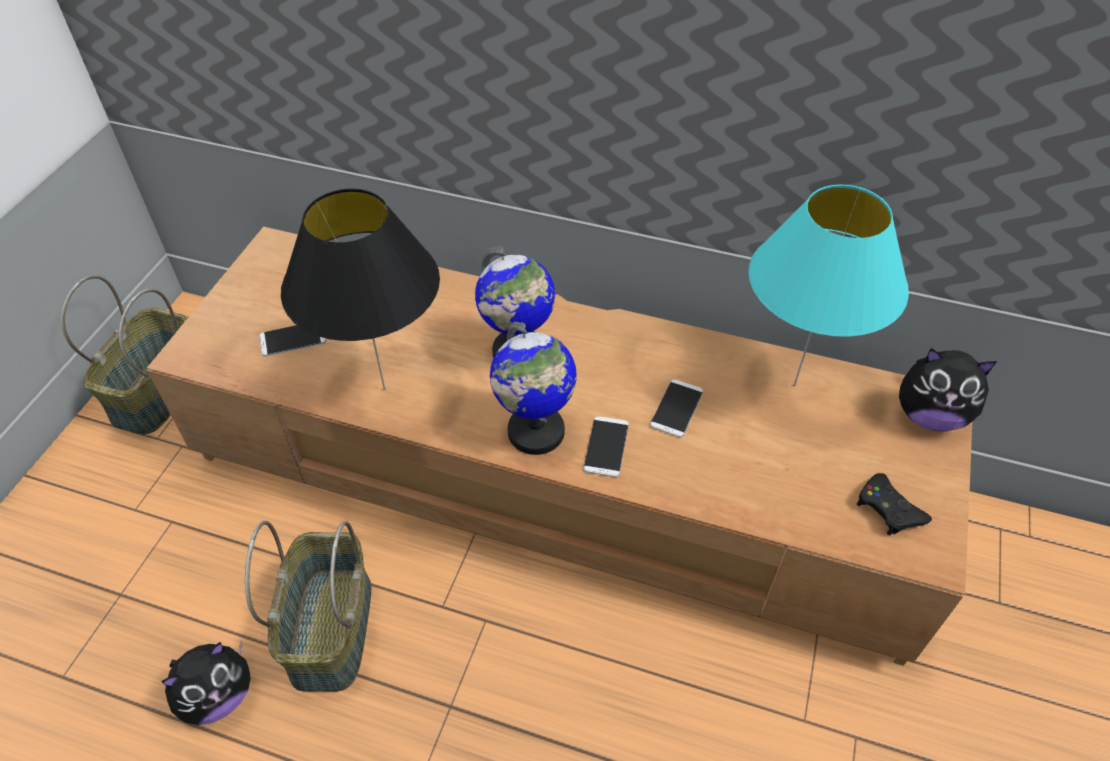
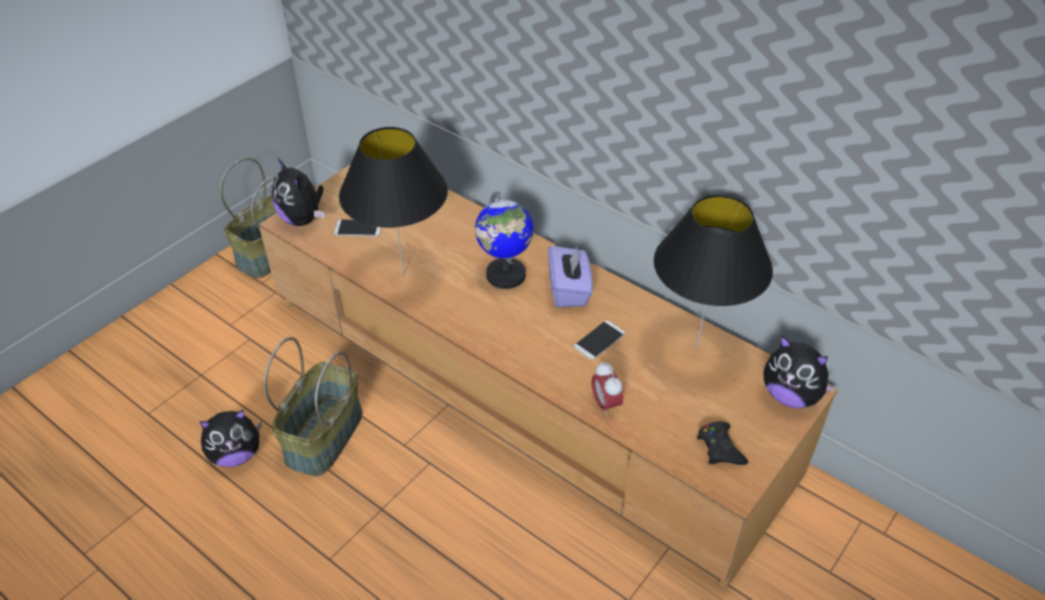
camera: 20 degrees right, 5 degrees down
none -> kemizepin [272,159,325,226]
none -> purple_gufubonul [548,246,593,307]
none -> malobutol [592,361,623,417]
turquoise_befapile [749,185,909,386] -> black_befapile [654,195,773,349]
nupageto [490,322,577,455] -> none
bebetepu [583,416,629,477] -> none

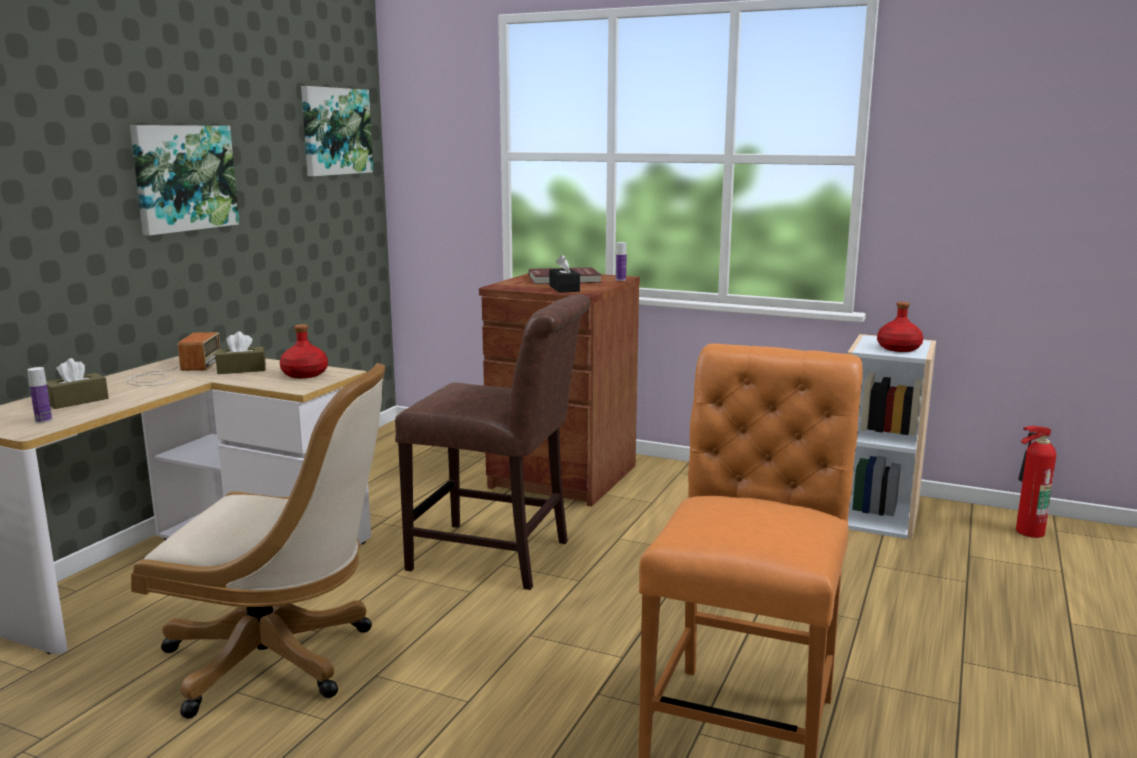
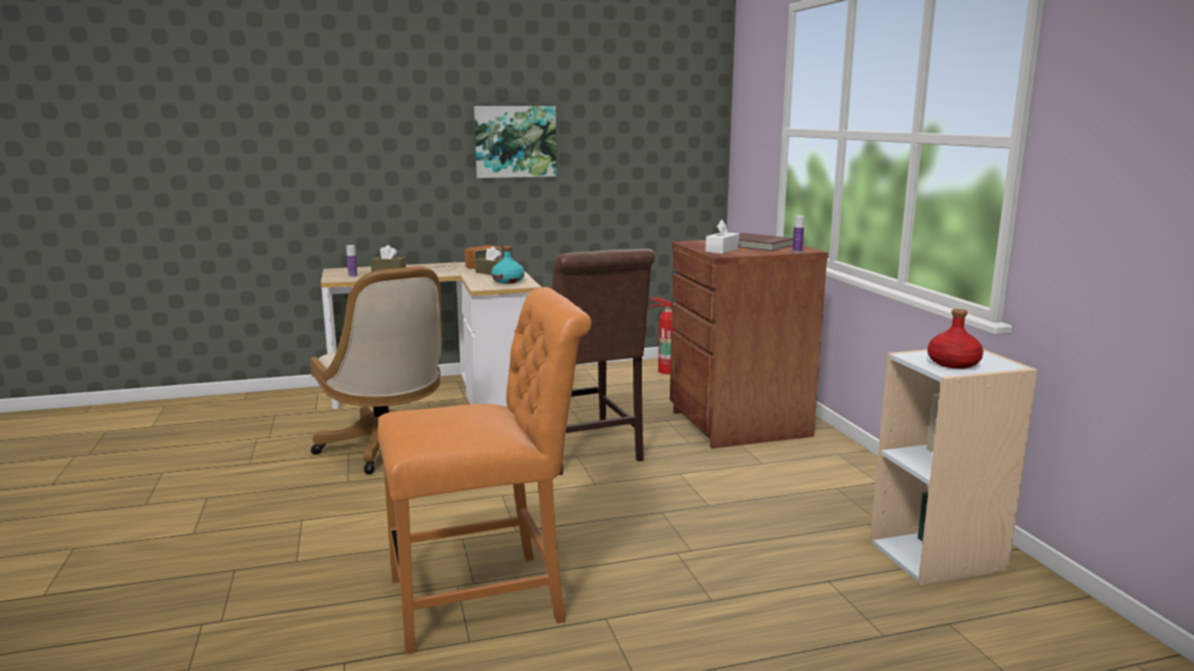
camera: 50 degrees right, 0 degrees up
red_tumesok [280,324,328,378] -> turquoise_tumesok [491,246,524,284]
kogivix [1016,426,1057,538] -> kogivix [649,297,675,374], relocated
black_gufubonul [549,255,580,293] -> white_gufubonul [706,220,739,254]
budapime [301,86,373,176] -> none

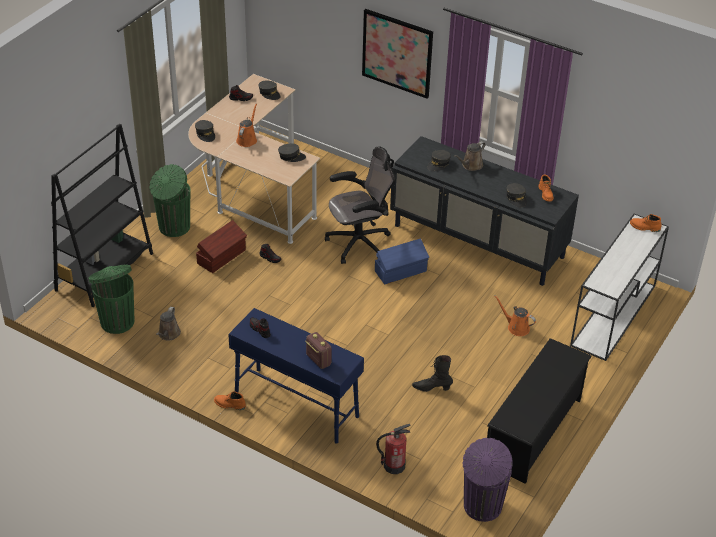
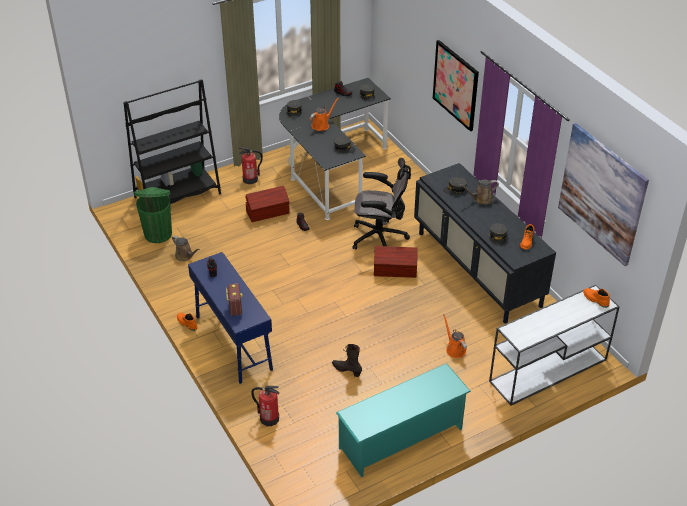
camera: 30 degrees right, 0 degrees up
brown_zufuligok [156,307,181,341] -> brown_zufuligok [172,235,200,261], 90 degrees counterclockwise
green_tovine [149,164,191,237] -> kogivix [238,147,263,184]
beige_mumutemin [188,74,320,244] -> black_mumutemin [279,78,391,220]
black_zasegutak [487,338,592,484] -> turquoise_zasegutak [336,363,471,477]
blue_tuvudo [375,238,429,284] -> brown_tuvudo [374,246,418,278]
none -> budapime [558,123,649,266]
purple_tovine [463,438,513,522] -> none

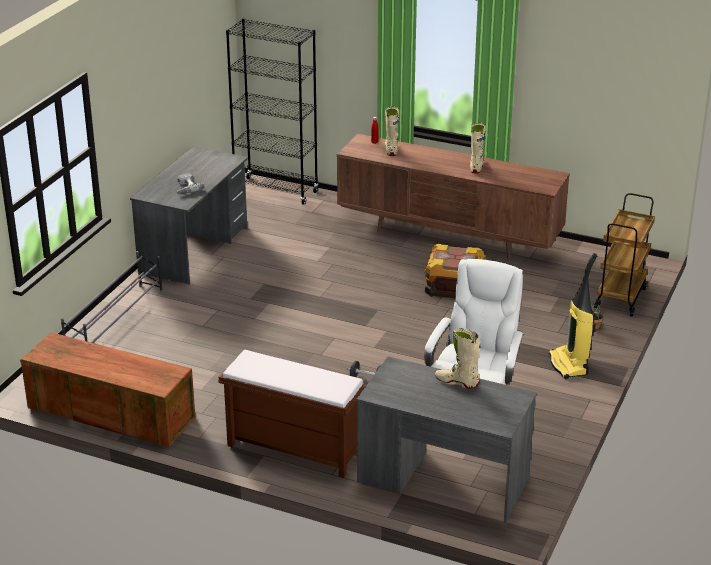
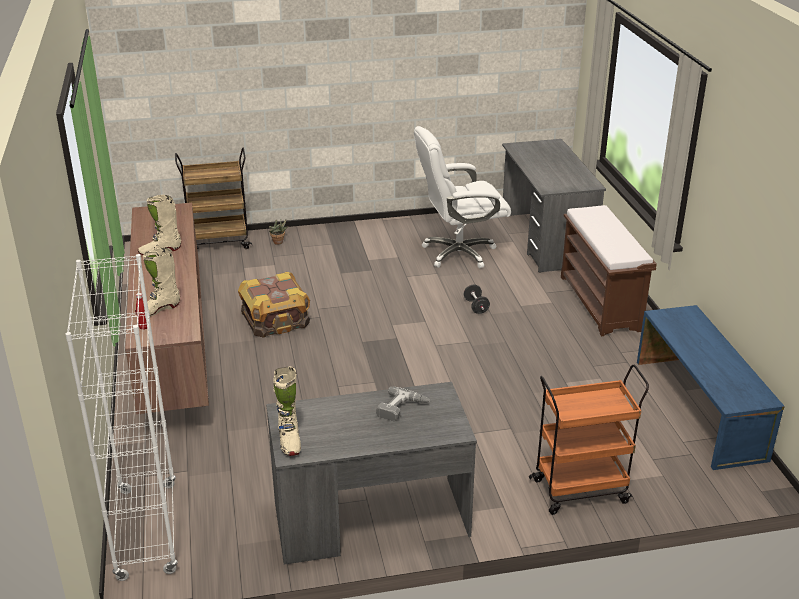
camera: 125 degrees left, 0 degrees up
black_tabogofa [226,18,318,205] -> white_tabogofa [66,254,178,581]
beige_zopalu [435,328,481,389] -> beige_zopalu [273,367,301,456], relocated
grey_zasegutak [61,251,163,343] -> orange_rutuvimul [529,365,649,515]
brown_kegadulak [20,332,195,448] -> blue_kegadulak [637,305,785,470]
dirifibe [549,253,598,379] -> none

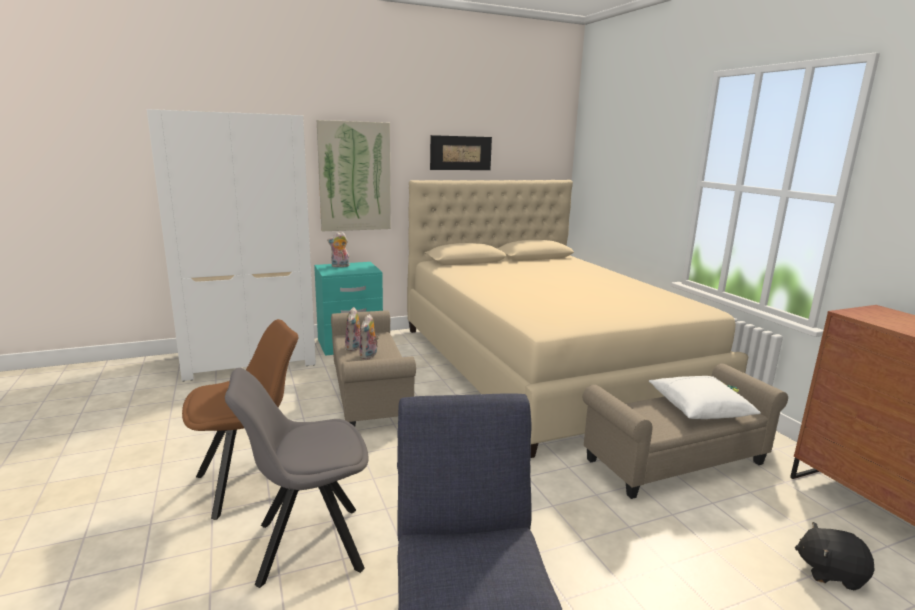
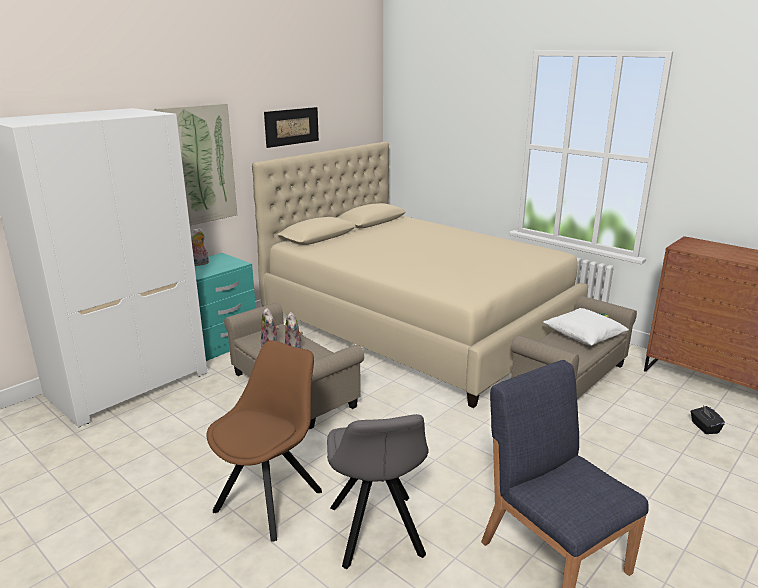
camera: 25 degrees left, 5 degrees up
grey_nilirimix [225,368,368,588] -> grey_nilirimix [327,414,429,569], 60 degrees counterclockwise
black_kemizepin [795,522,875,590] -> black_gufubonul [690,406,725,434]

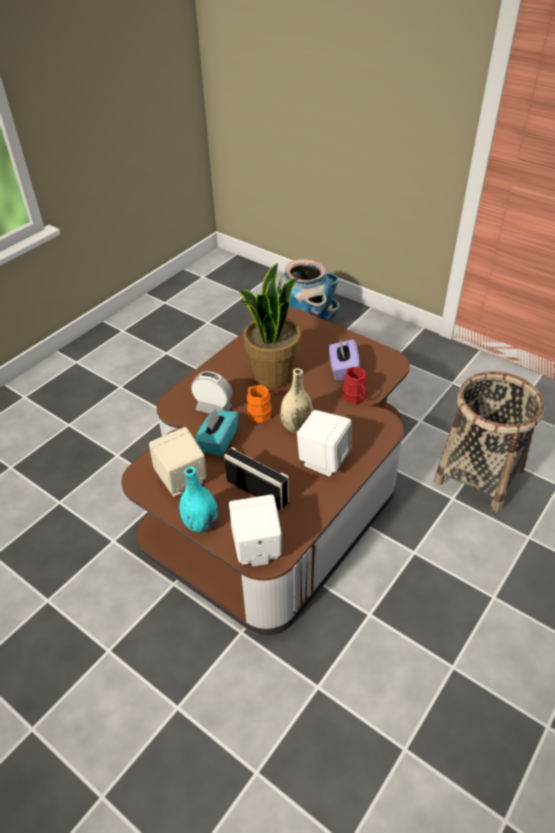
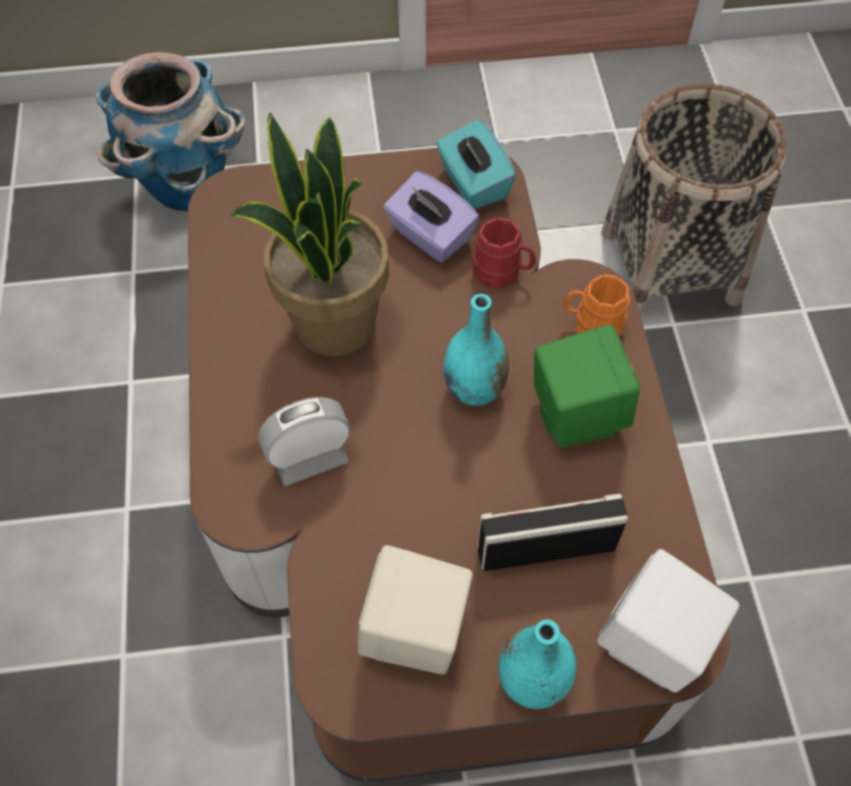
camera: 45 degrees left, 15 degrees up
turquoise_gufubonul [195,408,239,457] -> turquoise_gufubonul [436,119,516,209], relocated
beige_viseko [280,368,313,433] -> turquoise_viseko [443,294,509,406]
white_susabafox [297,410,352,477] -> green_susabafox [534,325,640,447]
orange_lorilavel [247,385,272,423] -> orange_lorilavel [563,274,630,337], relocated

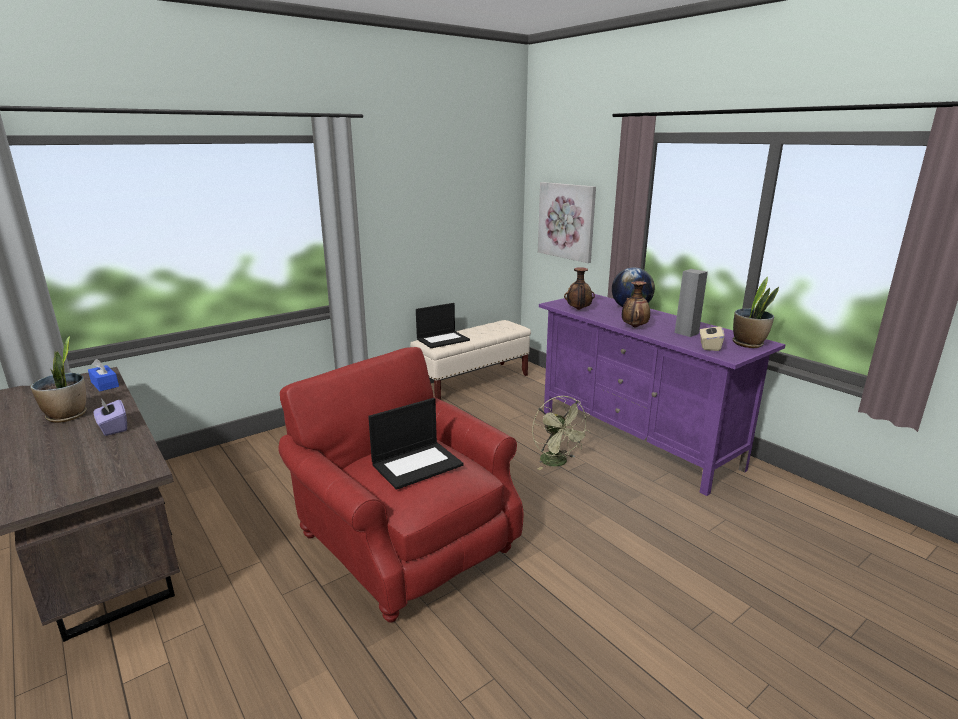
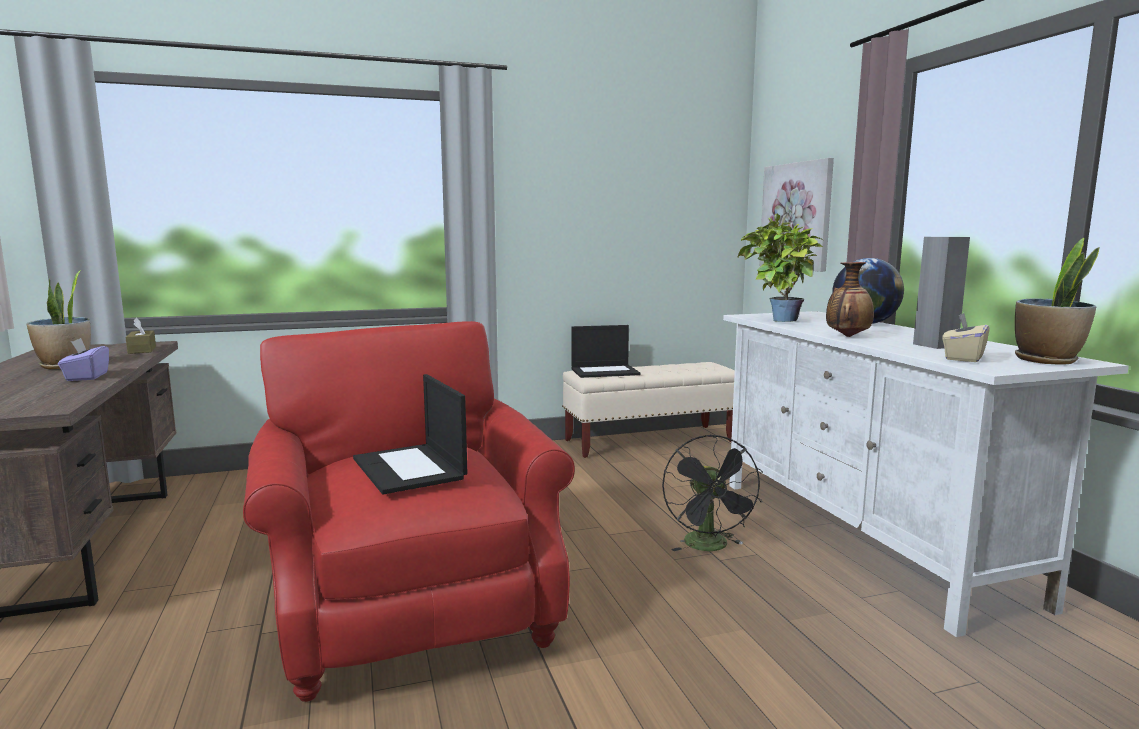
camera: 20 degrees right, 10 degrees down
blue_gufubonul [88,359,119,391] -> brown_gufubonul [126,317,156,354]
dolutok [368,398,464,490] -> dolutok [353,374,467,494], 75 degrees clockwise
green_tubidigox [532,396,591,470] -> black_tubidigox [662,435,763,551]
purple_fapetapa [539,293,786,496] -> white_fapetapa [723,311,1129,637]
viseko [564,267,595,310] -> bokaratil [738,214,823,322]

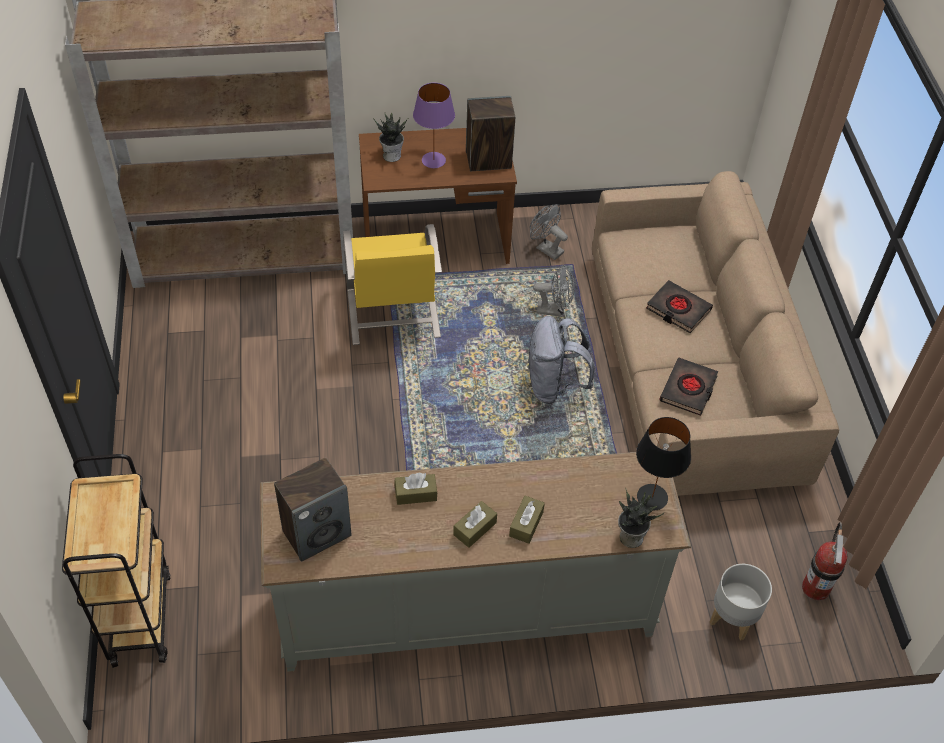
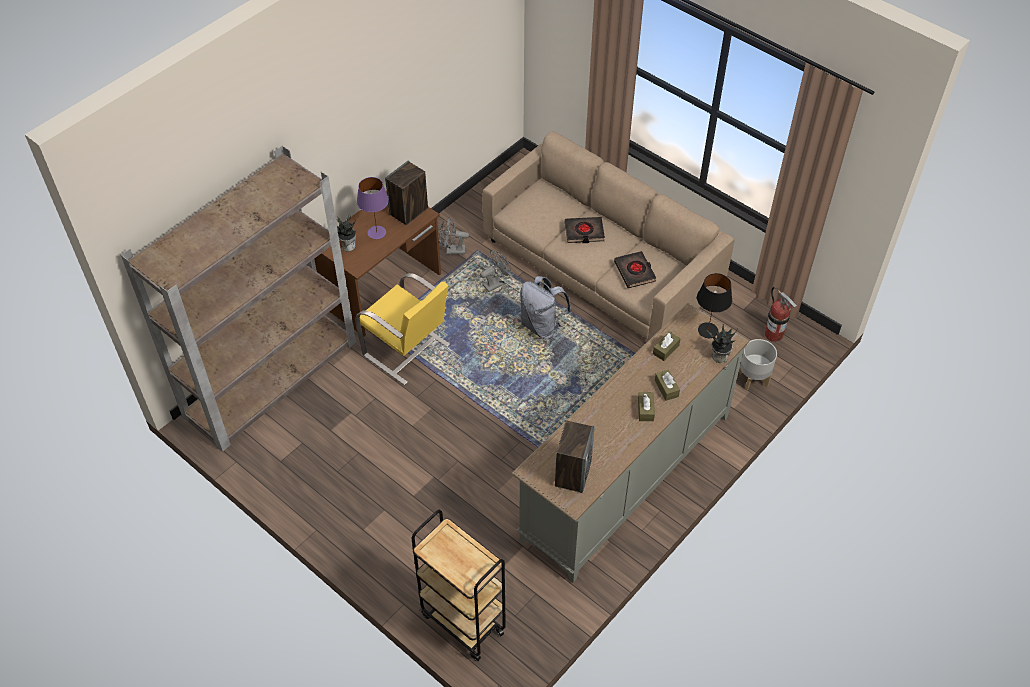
camera: 40 degrees left, 0 degrees up
brown_gufubonul [394,473,437,505] -> brown_gufubonul [653,332,680,361], relocated

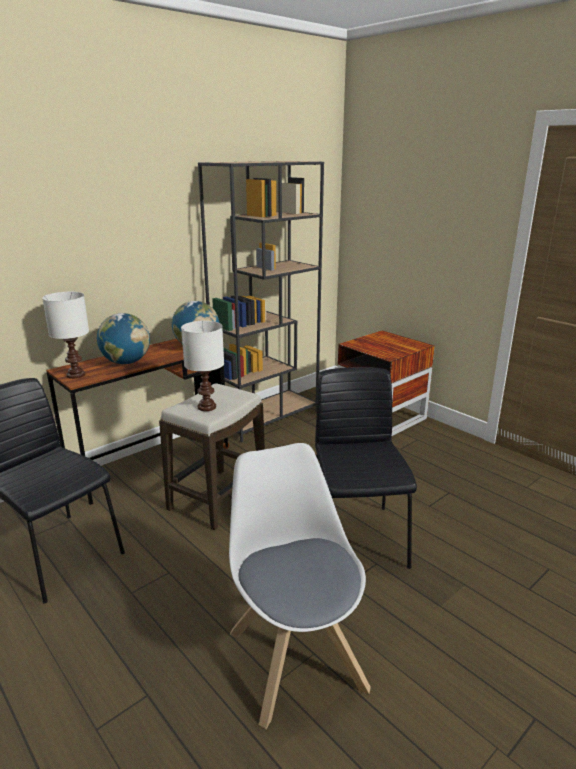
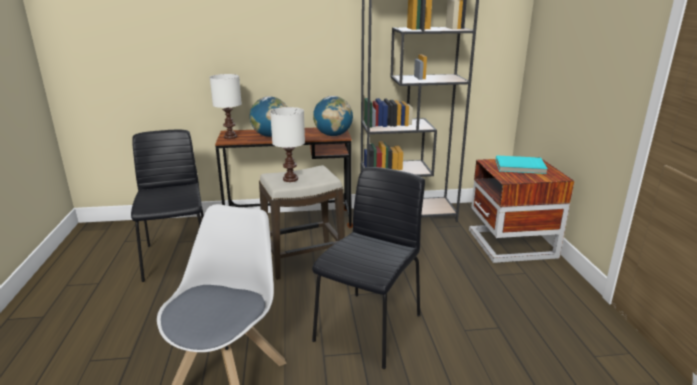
camera: 35 degrees right, 0 degrees up
none -> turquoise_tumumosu [496,155,548,174]

